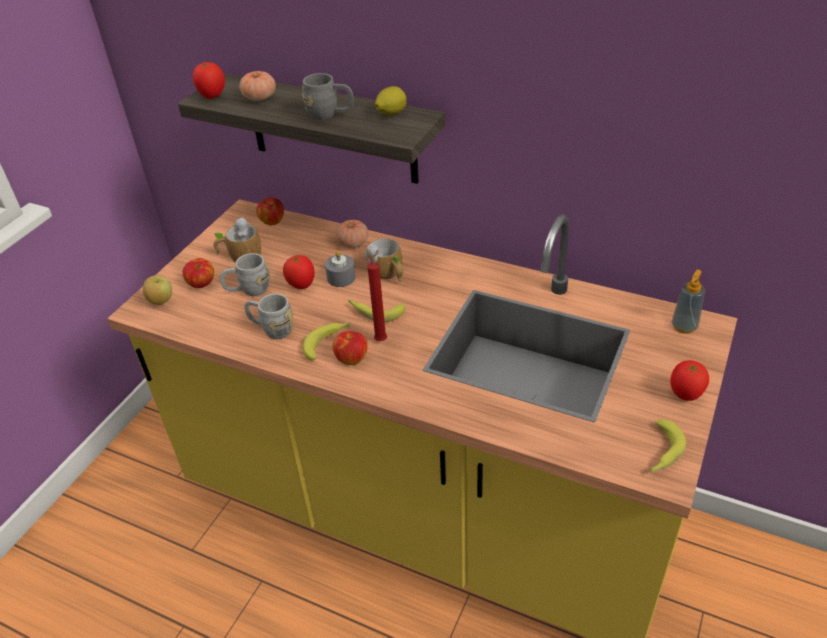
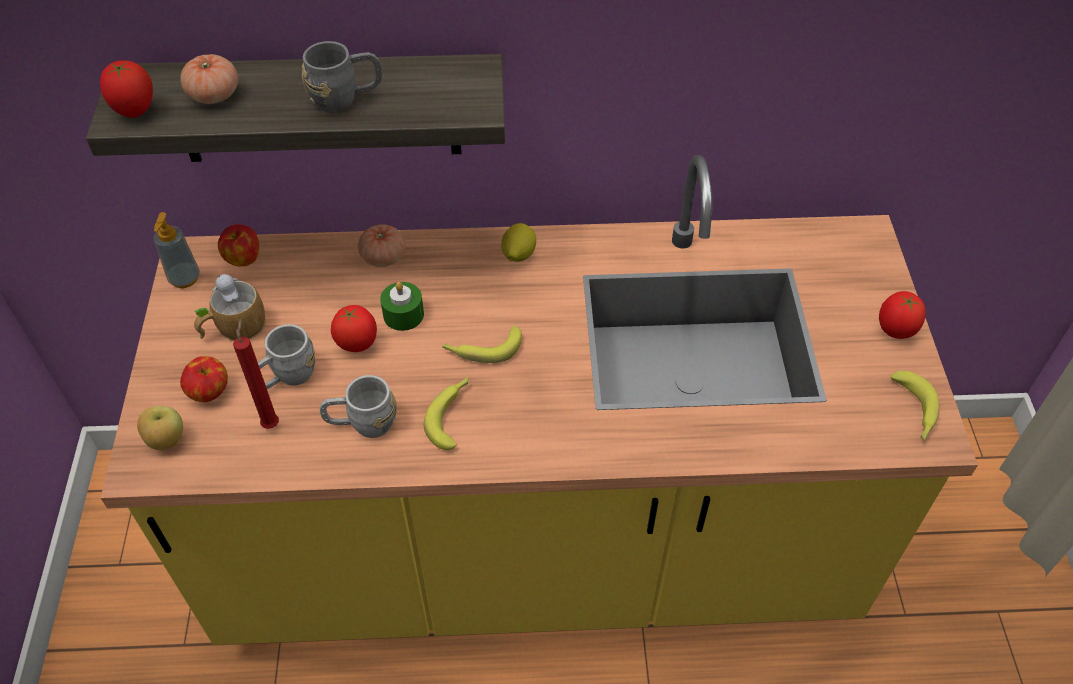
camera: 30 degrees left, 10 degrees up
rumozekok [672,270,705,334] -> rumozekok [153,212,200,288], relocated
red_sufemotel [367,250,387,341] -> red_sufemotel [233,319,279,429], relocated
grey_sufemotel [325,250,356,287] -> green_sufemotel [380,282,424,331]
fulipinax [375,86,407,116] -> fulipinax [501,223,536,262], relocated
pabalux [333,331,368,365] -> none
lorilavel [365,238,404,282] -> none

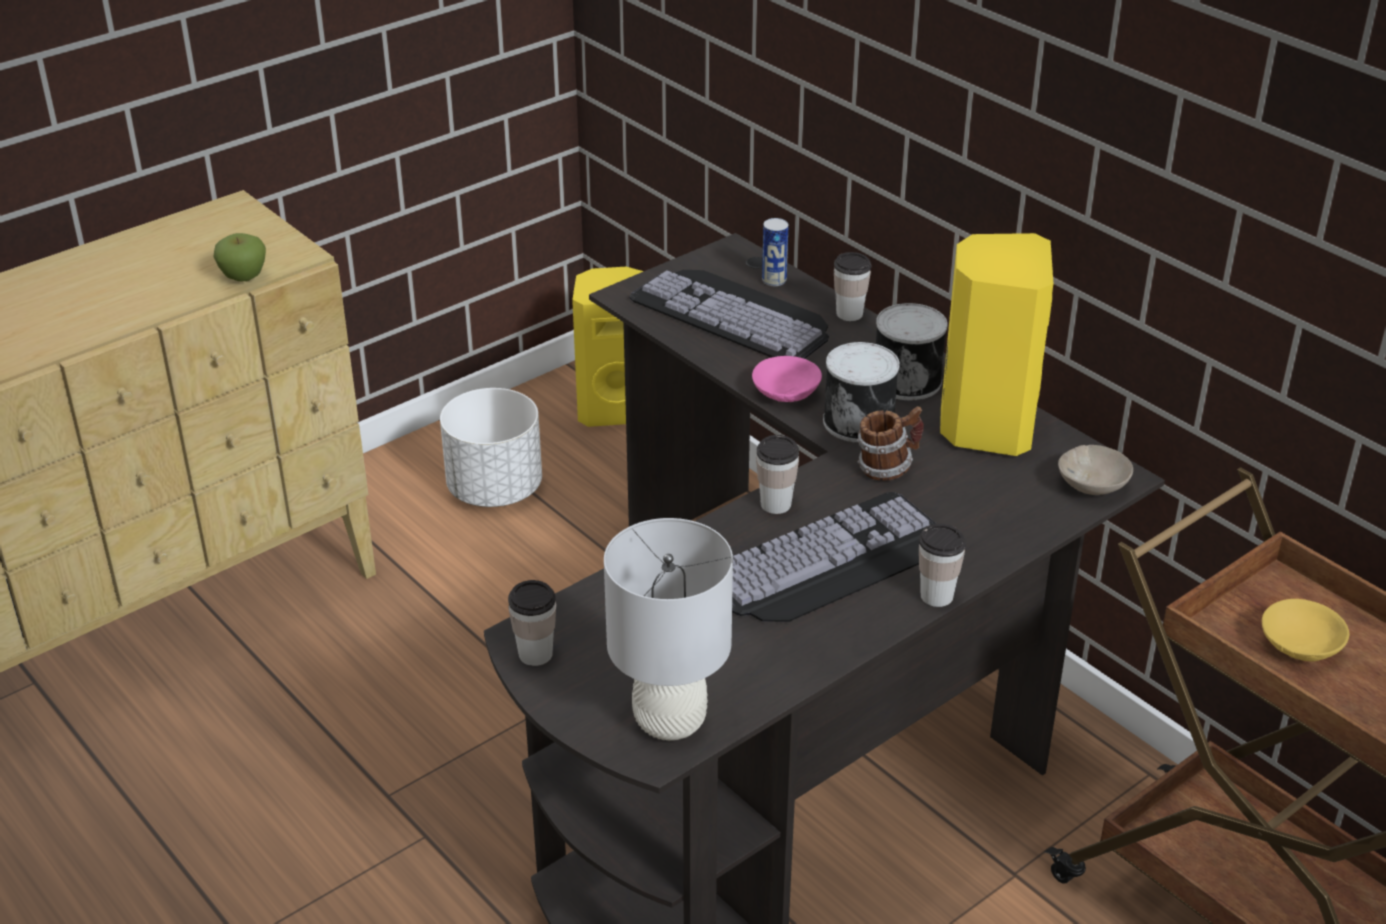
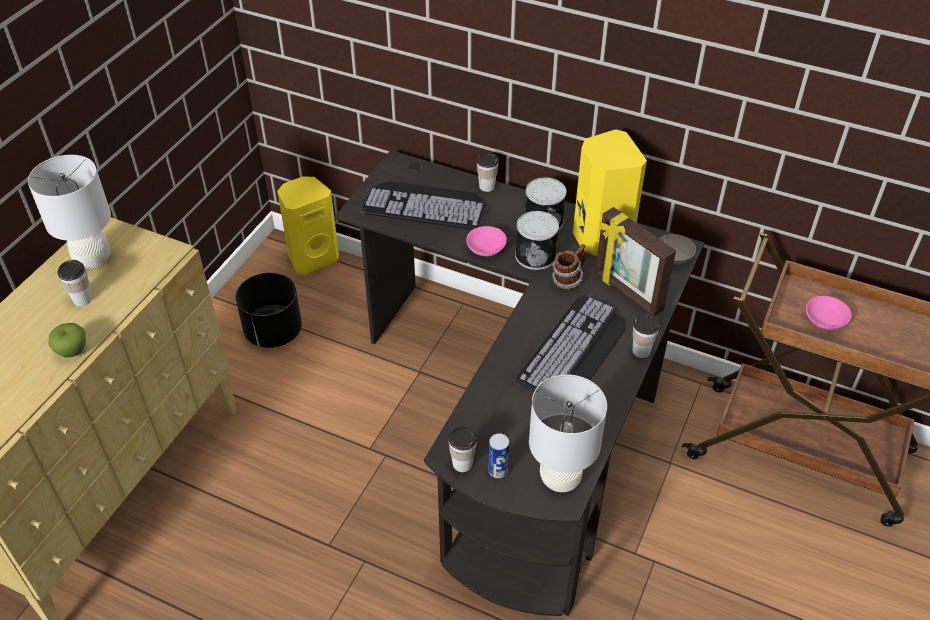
camera: 25 degrees left, 10 degrees up
none -> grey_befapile [28,155,111,269]
pabalux [214,233,266,281] -> pabalux [48,323,86,358], relocated
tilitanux [756,435,799,514] -> tilitanux [58,260,92,306], relocated
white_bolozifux [440,388,542,507] -> black_bolozifux [236,273,302,348]
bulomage [762,218,789,286] -> bulomage [489,433,509,479], relocated
none -> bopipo [595,207,676,317]
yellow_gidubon [1262,599,1349,662] -> pink_gidubon [806,296,852,330]

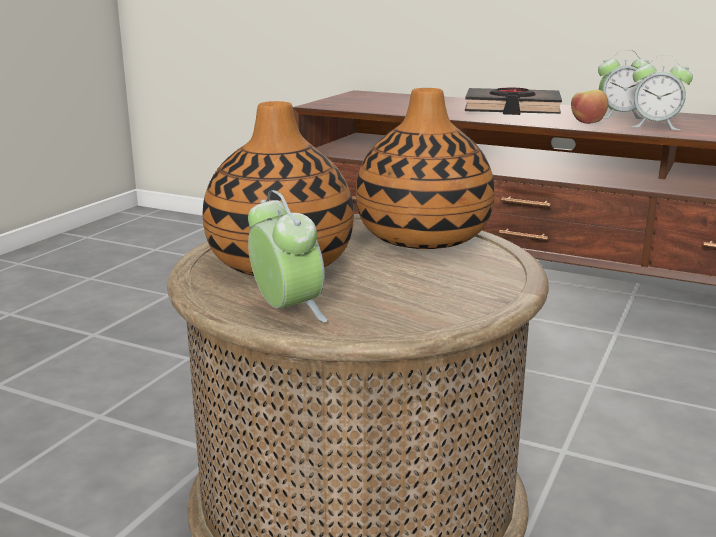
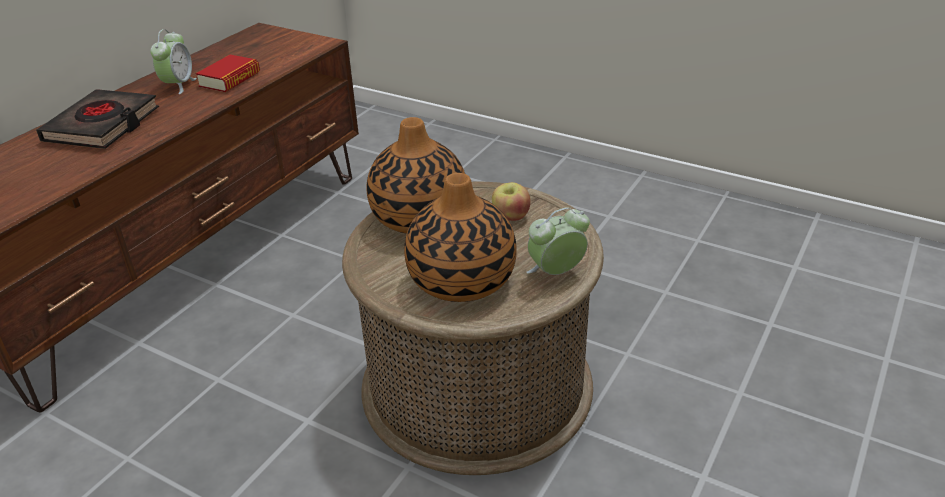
camera: 85 degrees left, 15 degrees up
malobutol [630,55,693,130] -> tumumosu [196,55,260,92]
pabalux [571,90,608,124] -> pabalux [492,182,531,221], relocated

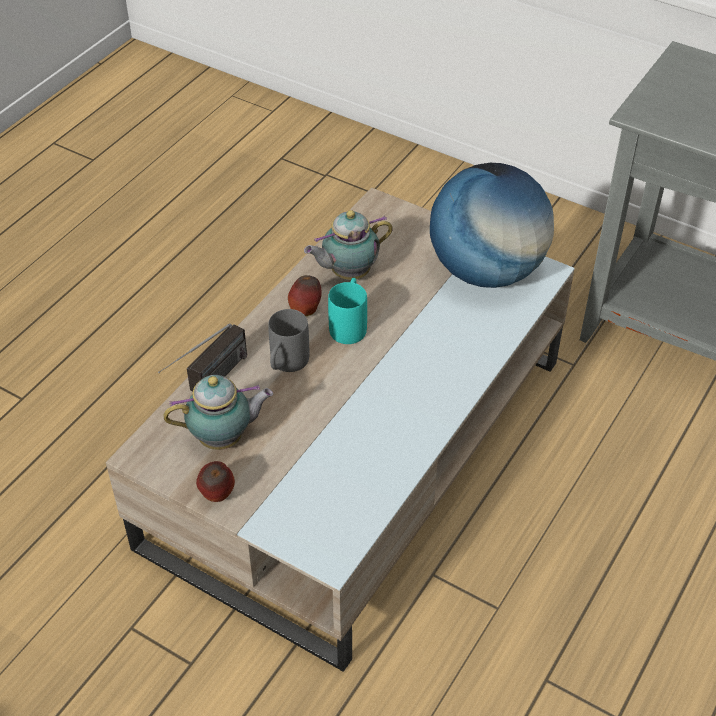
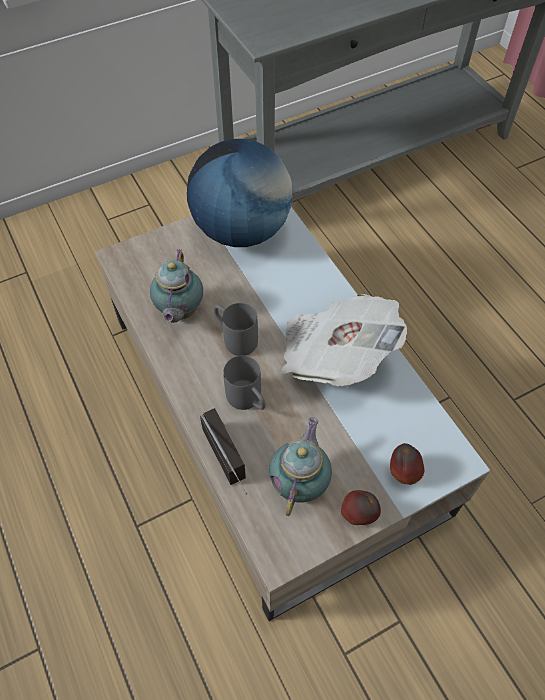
camera: 60 degrees left, 10 degrees up
turquoise_lorilavel [328,278,367,344] -> grey_lorilavel [214,303,258,356]
none -> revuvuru [282,294,407,386]
pabalux [288,275,322,316] -> pabalux [390,443,424,485], relocated

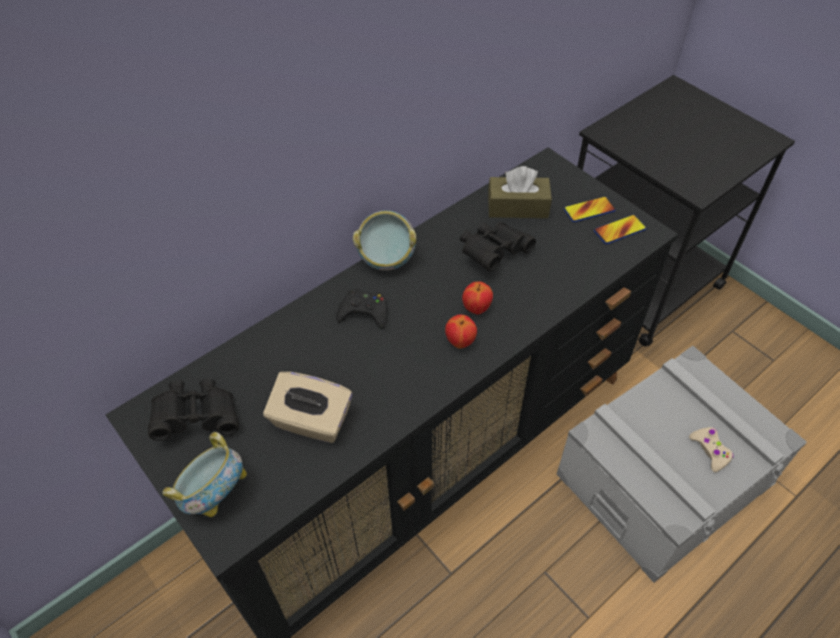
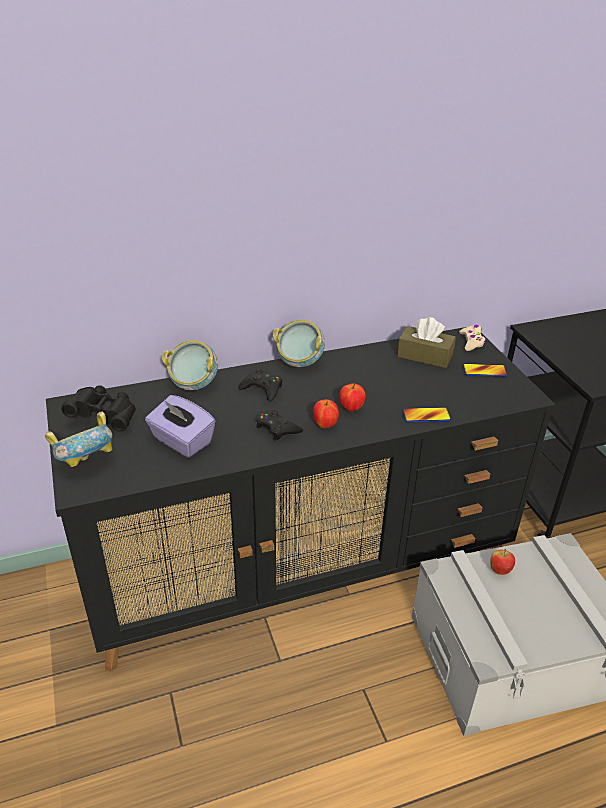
camera: 20 degrees right, 15 degrees down
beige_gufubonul [263,372,352,443] -> purple_gufubonul [145,395,215,457]
none -> gidubon [162,340,218,390]
none -> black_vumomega [256,410,303,441]
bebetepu [594,215,646,244] -> bebetepu [402,407,451,422], relocated
beige_vumomega [689,427,734,472] -> beige_vumomega [459,325,486,351], relocated
none -> pabalux [490,549,515,575]
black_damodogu [460,222,536,271] -> none

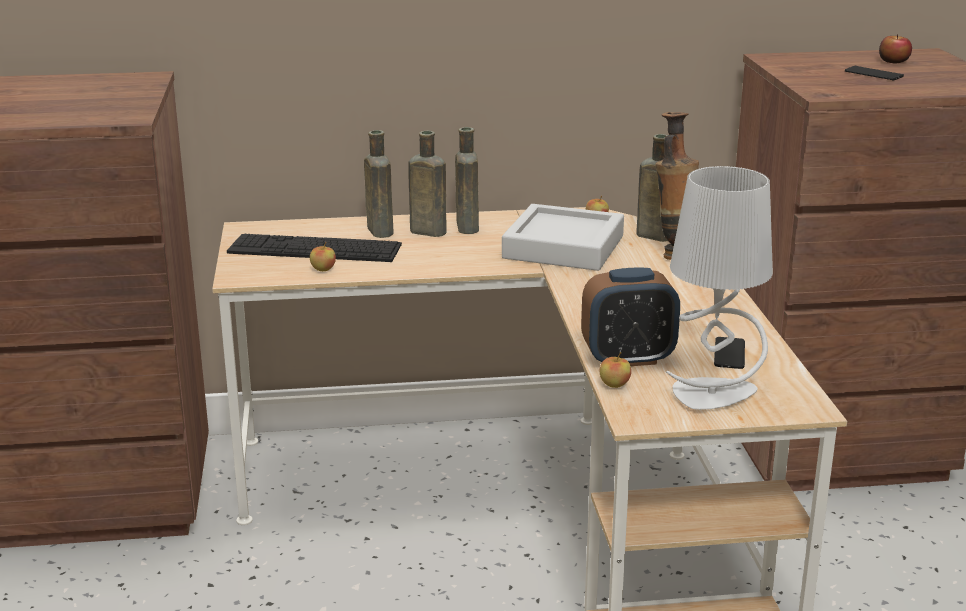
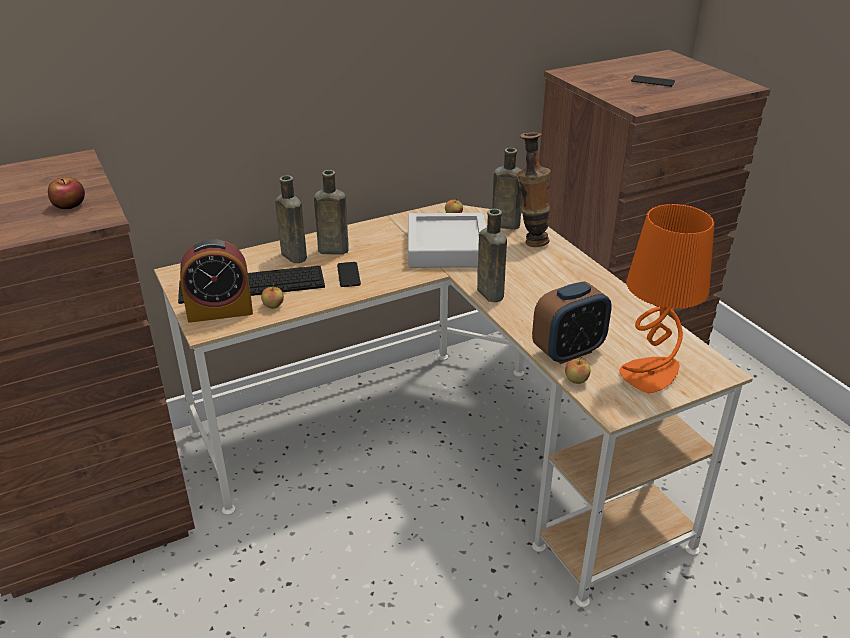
camera: 20 degrees left, 10 degrees up
pabalux [879,35,912,63] -> pabalux [48,177,85,209], relocated
none -> malobutol [180,239,253,323]
bebetepu [714,337,745,369] -> bebetepu [337,262,361,287], relocated
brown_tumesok [455,127,479,234] -> brown_tumesok [477,209,507,302], relocated
grey_befapile [666,166,773,410] -> orange_befapile [619,204,715,393]

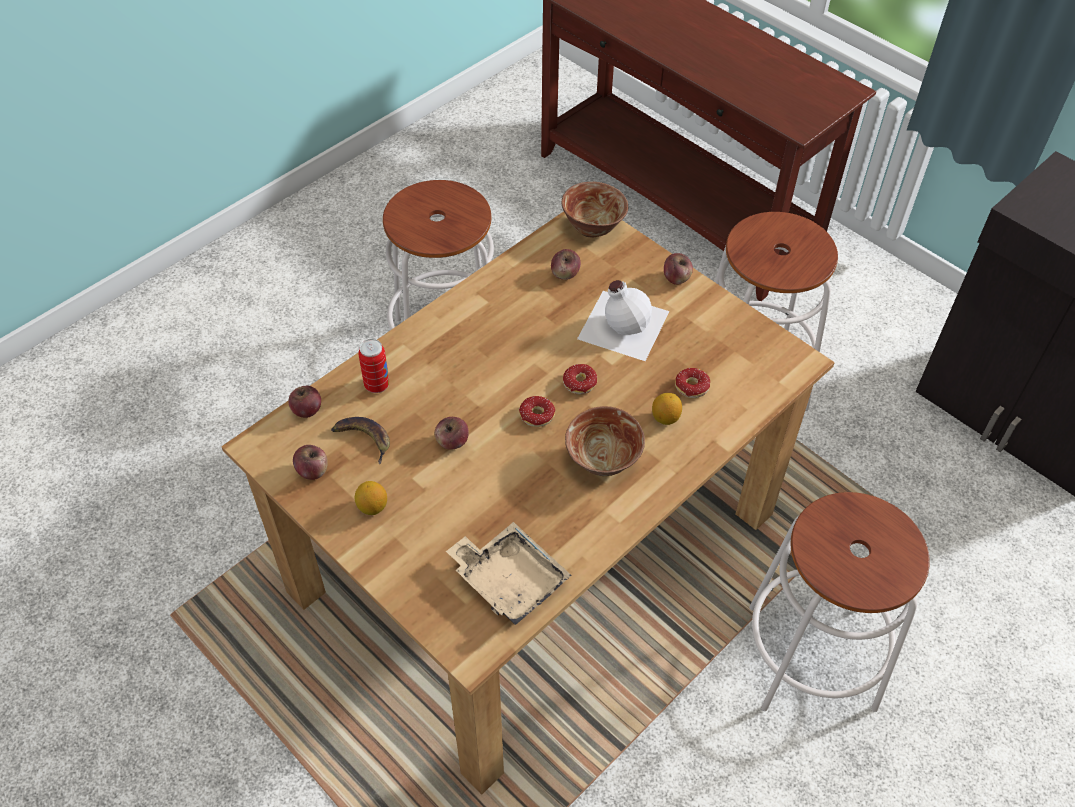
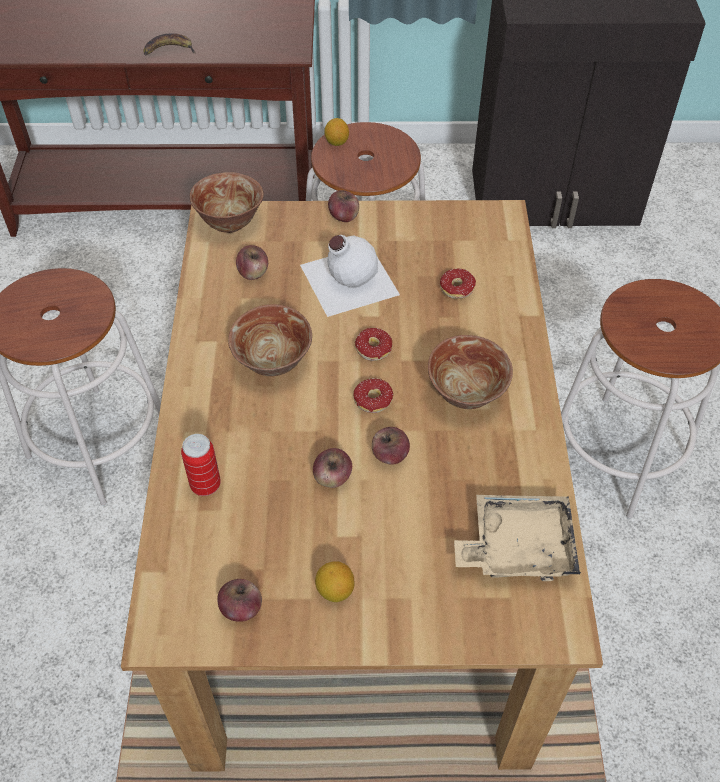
camera: 45 degrees left, 0 degrees up
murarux [331,417,390,464] -> murarux [144,34,196,55], relocated
none -> gidubon [228,304,312,376]
fulipinax [652,393,682,425] -> fulipinax [324,118,349,146], relocated
pabalux [288,386,321,418] -> pabalux [372,427,410,465], relocated

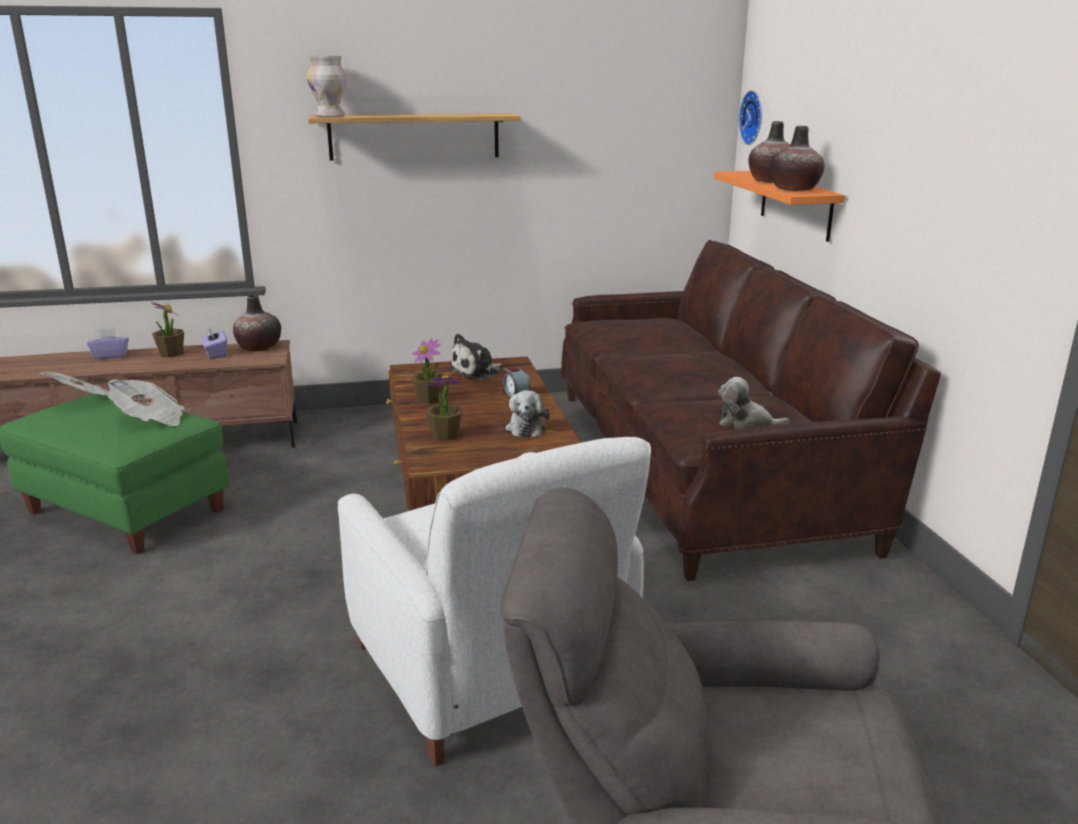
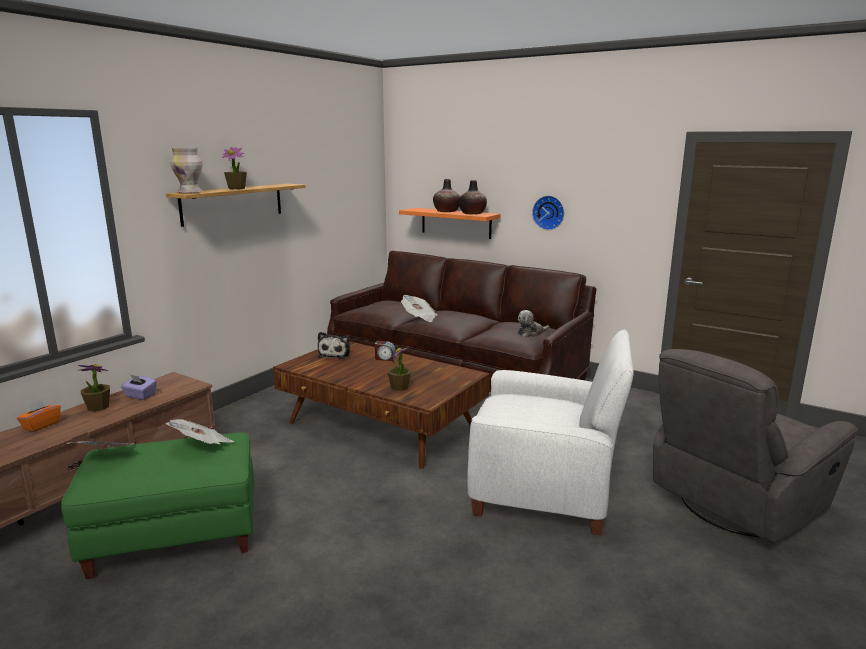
camera: 45 degrees left, 5 degrees down
purple_gufubonul [87,328,129,359] -> orange_gufubonul [17,399,61,432]
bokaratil [411,338,445,404] -> bokaratil [222,147,247,189], relocated
none -> revuvuru [401,295,437,322]
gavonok [739,90,762,145] -> gavonok [532,196,564,230], relocated
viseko [233,295,281,351] -> none
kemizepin [506,390,550,437] -> none

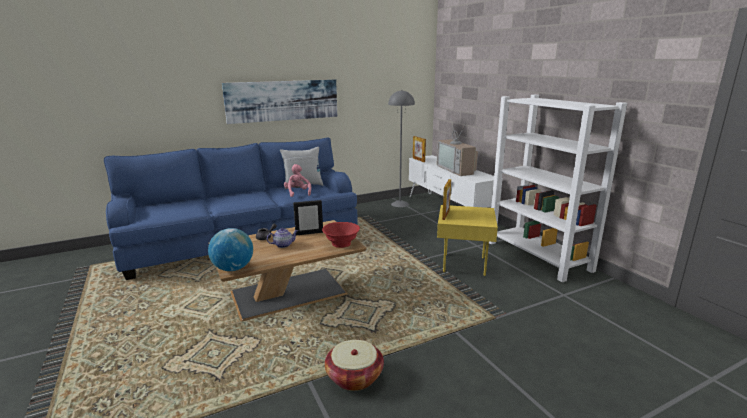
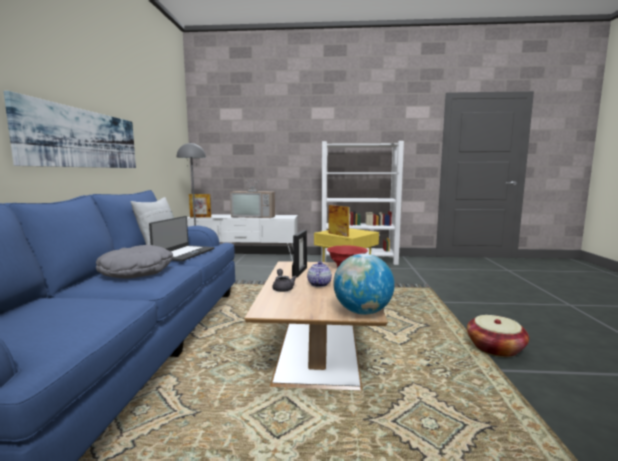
camera: 60 degrees left, 10 degrees down
none -> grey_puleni [96,245,173,279]
pink_kemizepin [284,164,311,197] -> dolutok [149,216,214,261]

